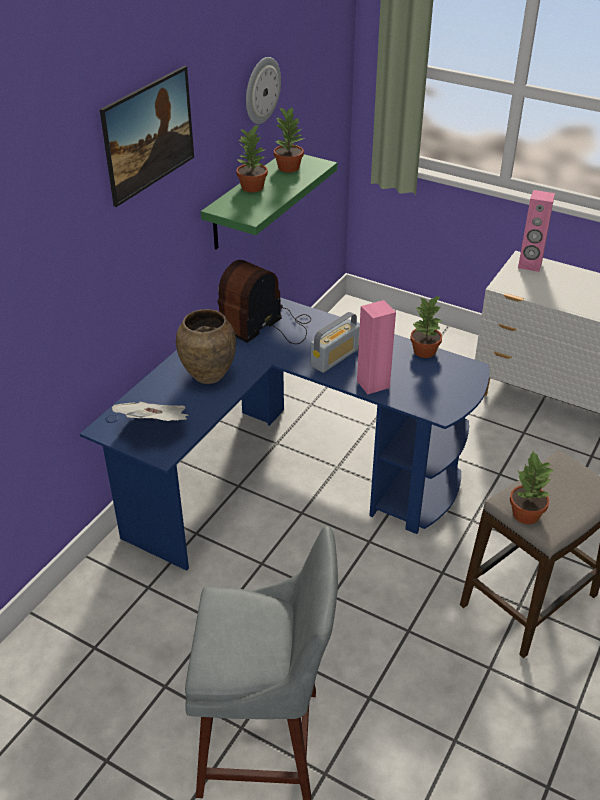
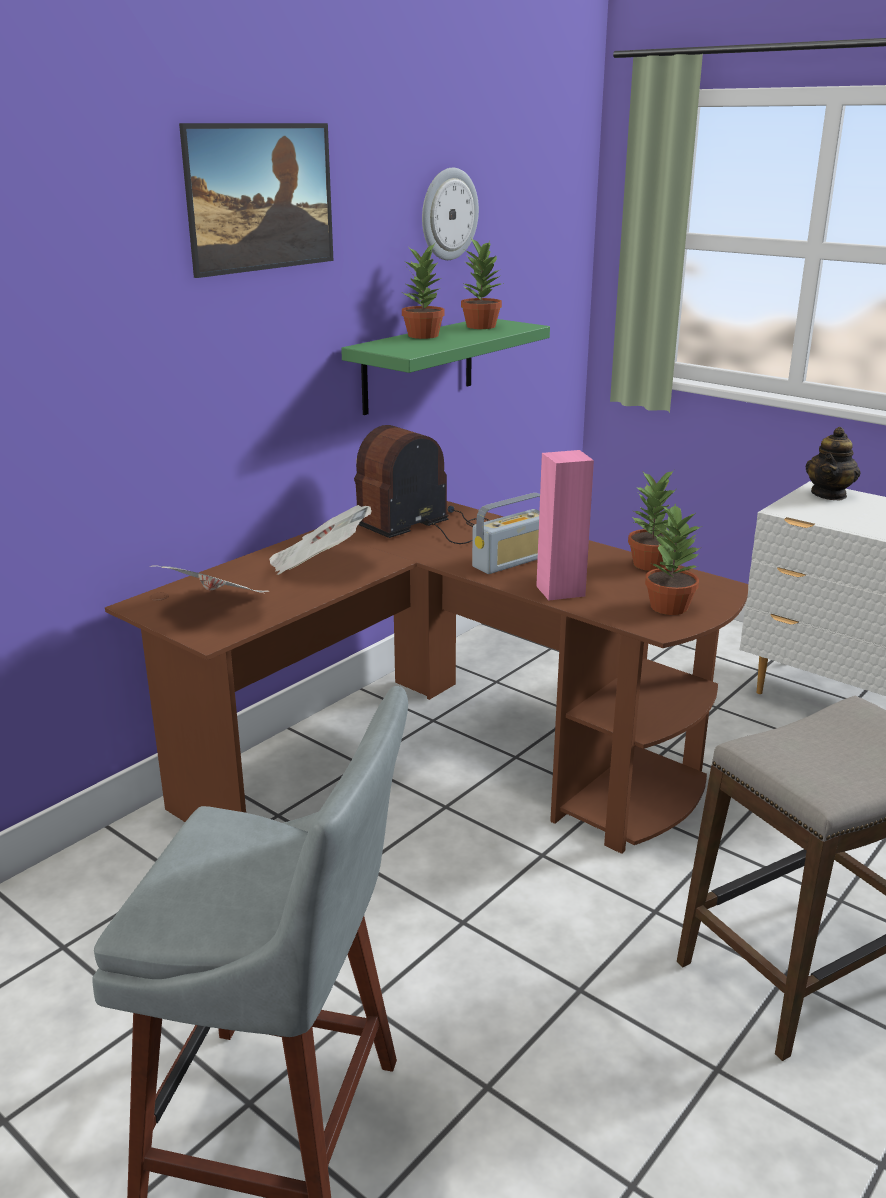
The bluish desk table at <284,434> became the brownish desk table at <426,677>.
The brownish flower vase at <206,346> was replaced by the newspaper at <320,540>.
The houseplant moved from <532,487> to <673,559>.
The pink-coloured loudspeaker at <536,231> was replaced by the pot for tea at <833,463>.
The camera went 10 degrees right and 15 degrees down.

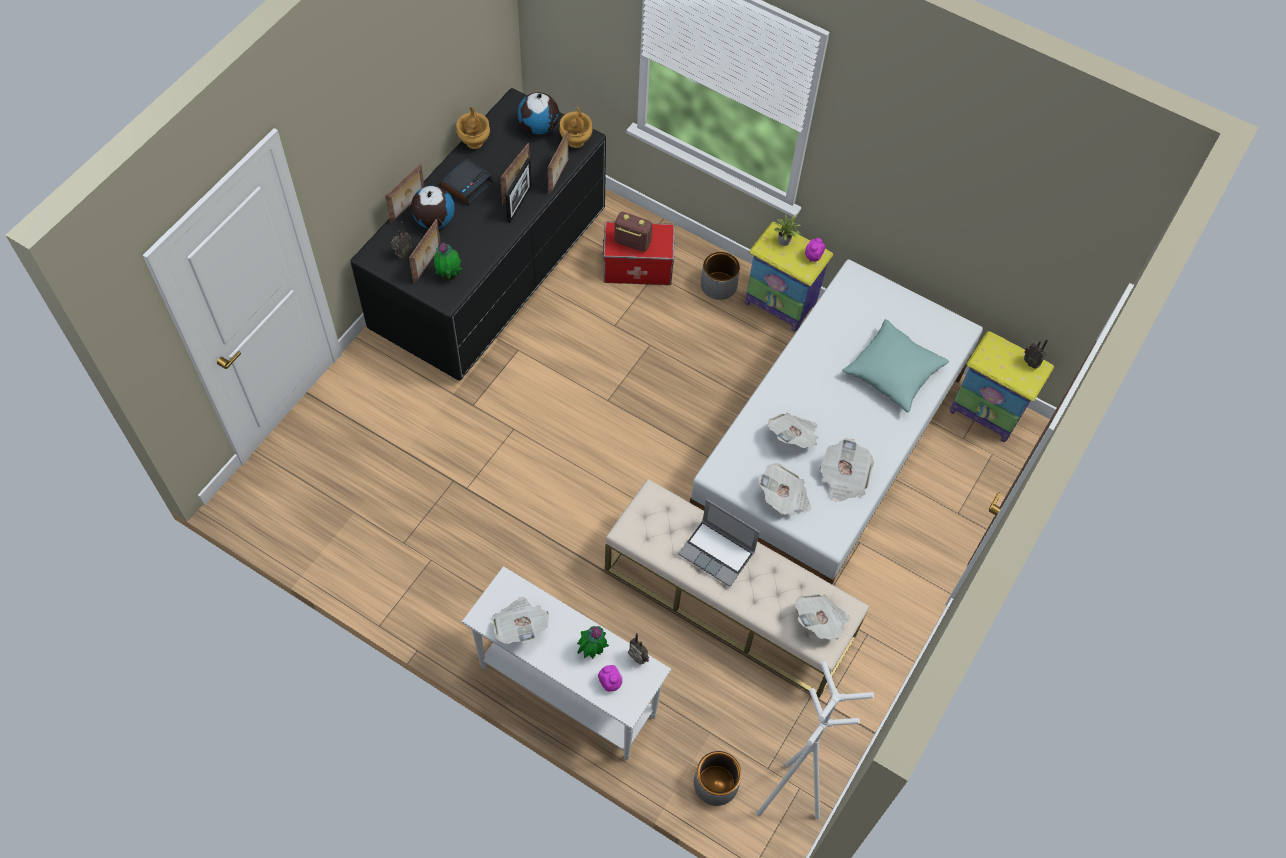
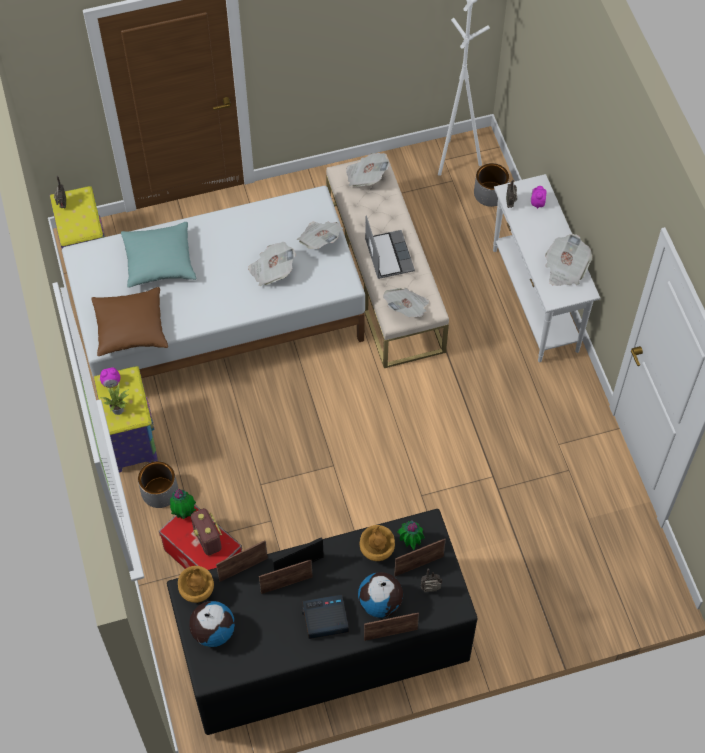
The brownish flower vase moved from <473,128> to <377,543>.
The houseplant moved from <593,642> to <183,504>.
The newspaper moved from <847,470> to <406,302>.
The brownish cushion at <129,321> appeared.
The camera went 135 degrees left and 0 degrees up.

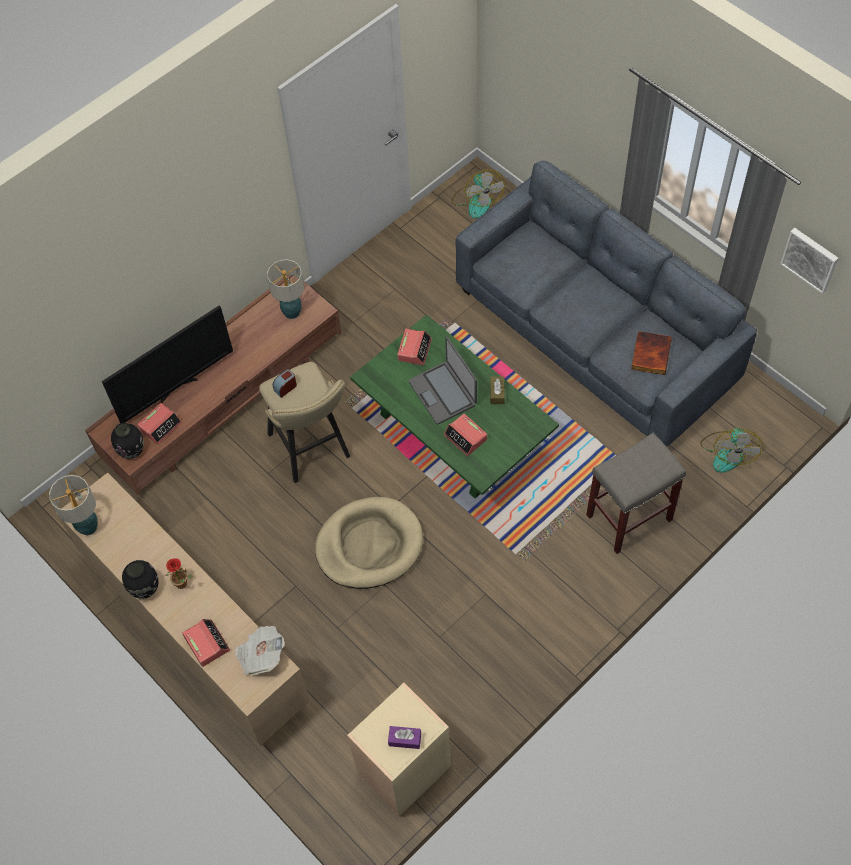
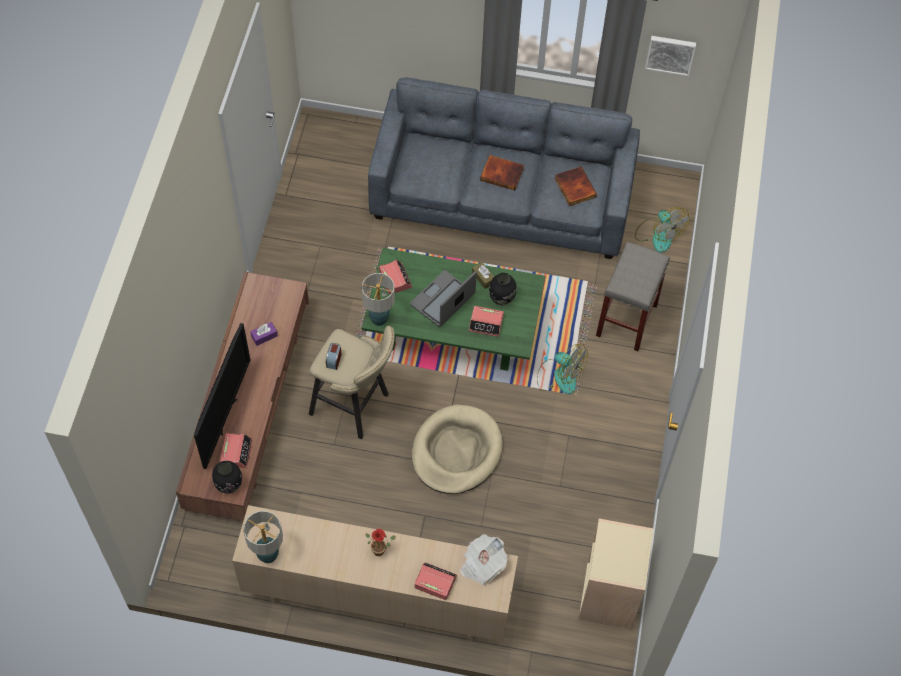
The black-coloured flower vase moved from <140,579> to <503,289>.
The tabletop lamp moved from <285,289> to <378,299>.
The purple tissue holder moved from <404,737> to <264,334>.
The laptop at <443,381> turned 105 degrees clockwise.
The fan moved from <478,194> to <562,369>.
The book at <502,173> appeared.
The camera went 40 degrees left and 0 degrees up.

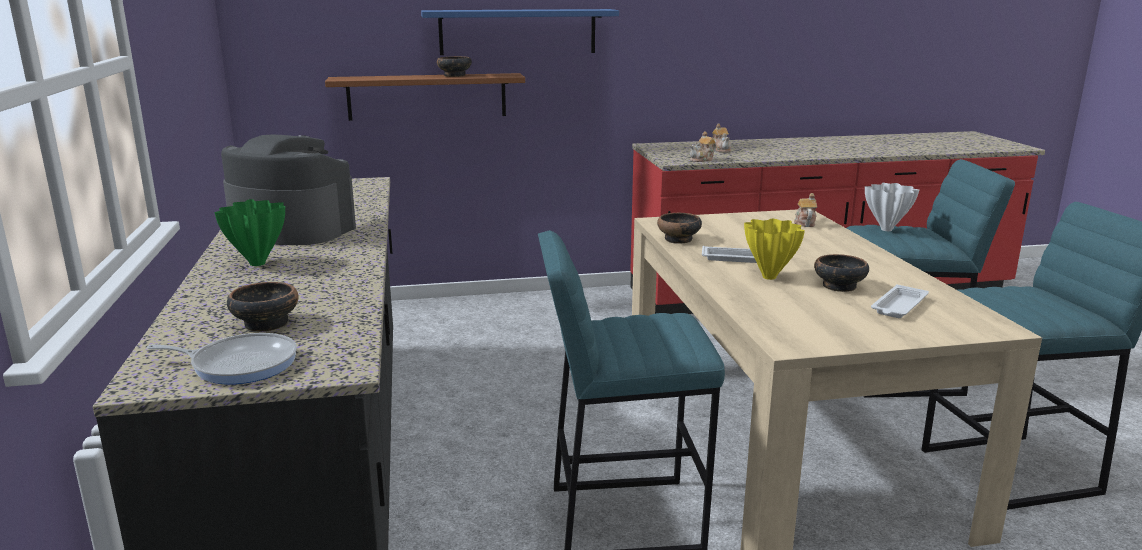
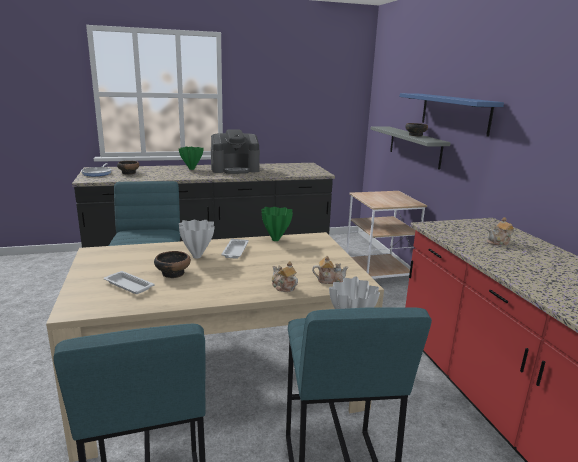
The coffee machine at <288,190> turned 60 degrees clockwise.
The brownish shelf at <425,97> became the grey shelf at <410,148>.
The bowl at <679,228> was replaced by the green flower vase at <277,224>.
The pot for tea moved from <703,147> to <285,276>.
The yellow-coloured flower vase at <774,249> became the white flower vase at <197,239>.
The beige-coloured trolley at <386,235> appeared.
The camera went 85 degrees right and 0 degrees up.

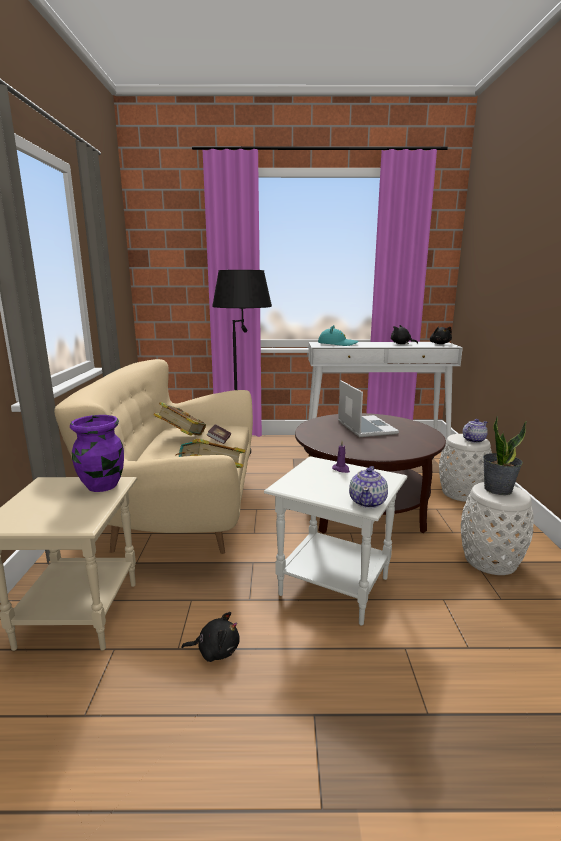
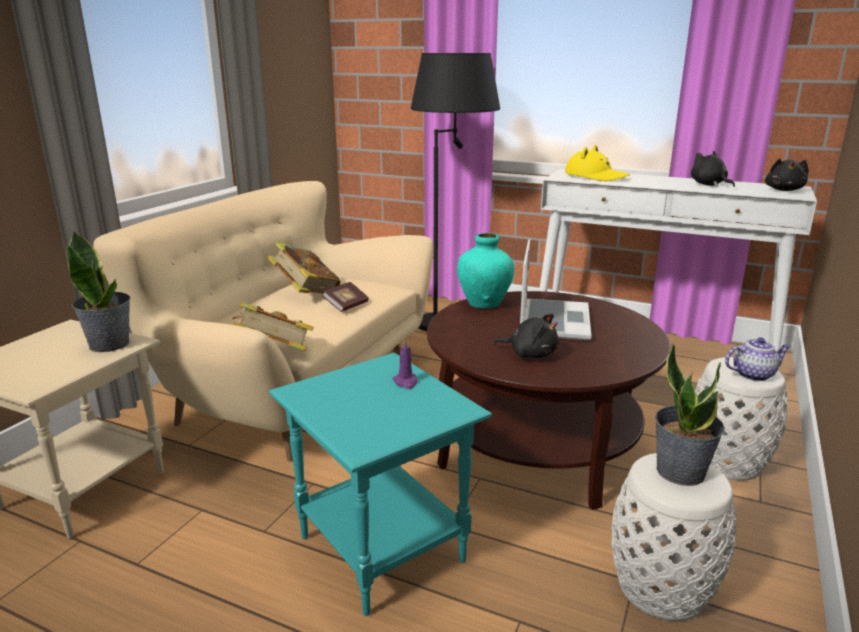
The purple flower vase at <97,453> was replaced by the houseplant at <98,291>.
The black-coloured plush toy moved from <210,637> to <526,336>.
The white side table at <335,540> became the turquoise-coloured side table at <380,484>.
The turquoise-coloured wearable hat at <338,335> became the yellow-coloured wearable hat at <597,163>.
The pot for tea at <368,487> disappeared.
The turquoise-coloured flower vase at <485,270> appeared.
The camera went 25 degrees right and 5 degrees up.

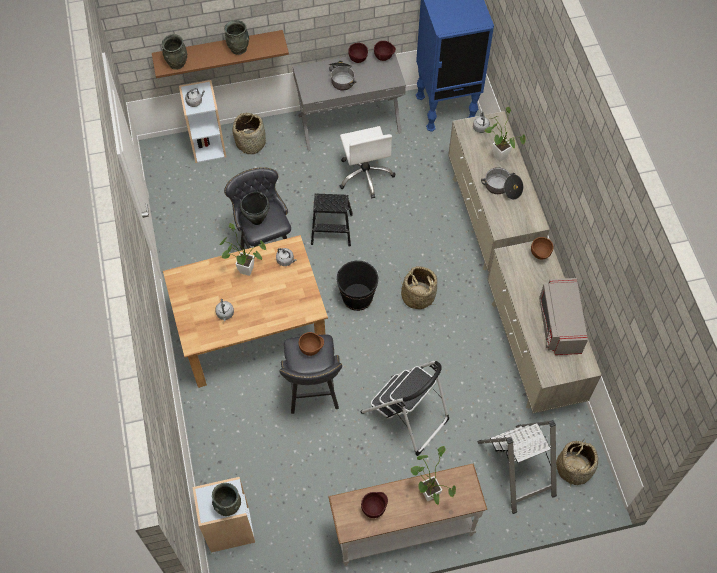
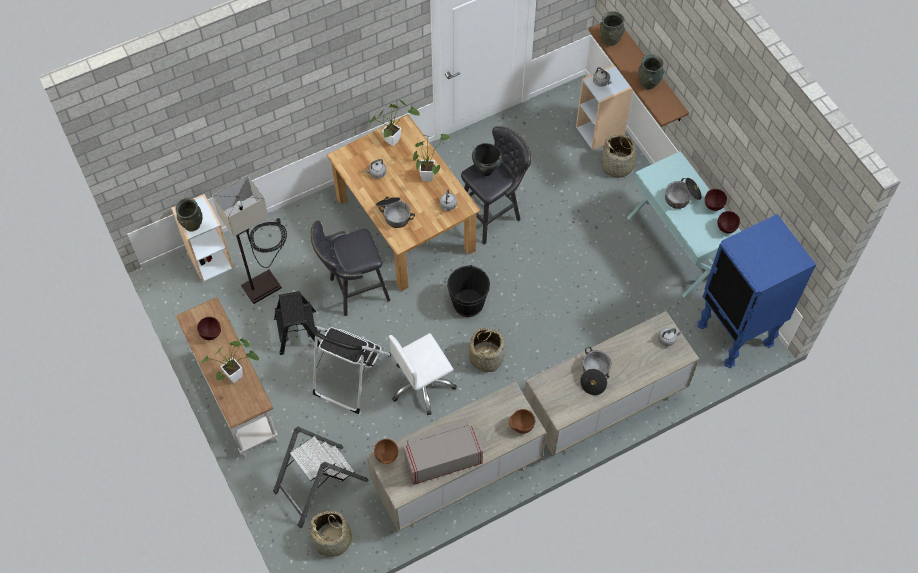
The grey desk table at <349,101> became the turquoise-coloured desk table at <684,224>.
The brownish bowl moved from <311,344> to <386,451>.
The black-coloured step stool moved from <332,219> to <297,323>.
The white desk chair moved from <367,162> to <423,374>.
The houseplant moved from <505,134> to <395,123>.
The standard lamp at <249,240> appeared.
The cooking pot at <395,212> appeared.
The camera went 75 degrees right and 0 degrees up.

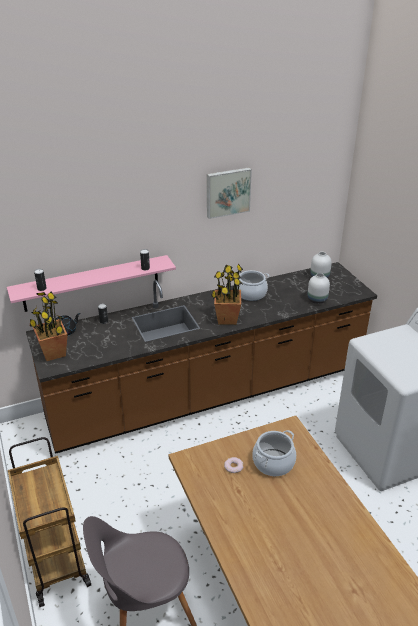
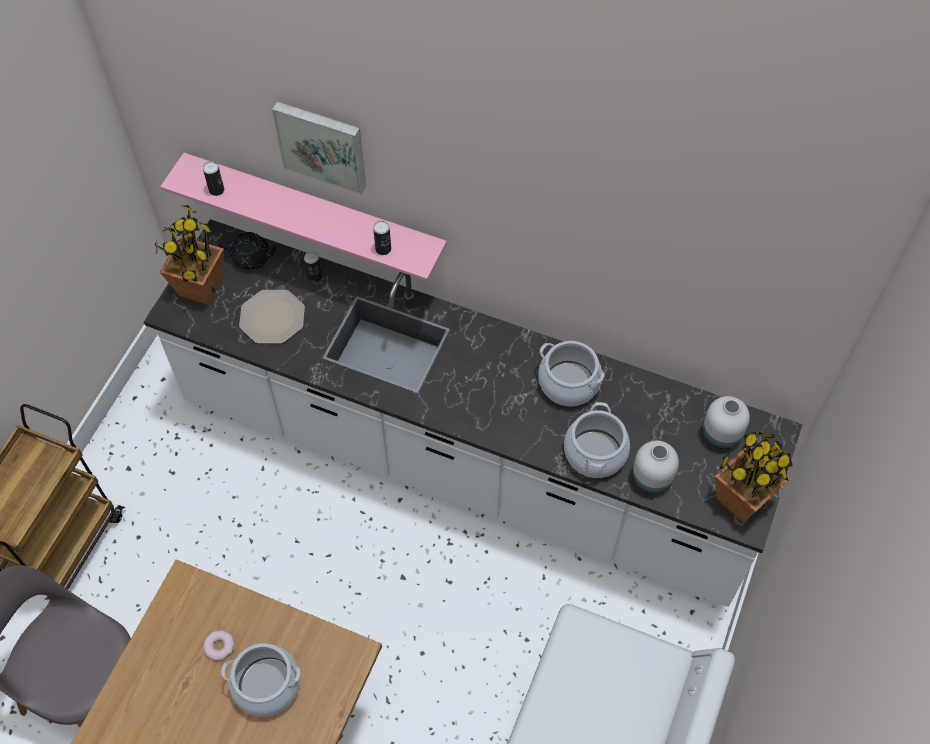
The brownish kitchen base unit at <201,358> became the white kitchen base unit at <473,413>.
The wall art moved from <229,193> to <319,148>.
The houseplant moved from <227,294> to <754,477>.
The plate at <272,317> appeared.
The cooking pot at <597,440> appeared.
The camera went 45 degrees right and 25 degrees up.

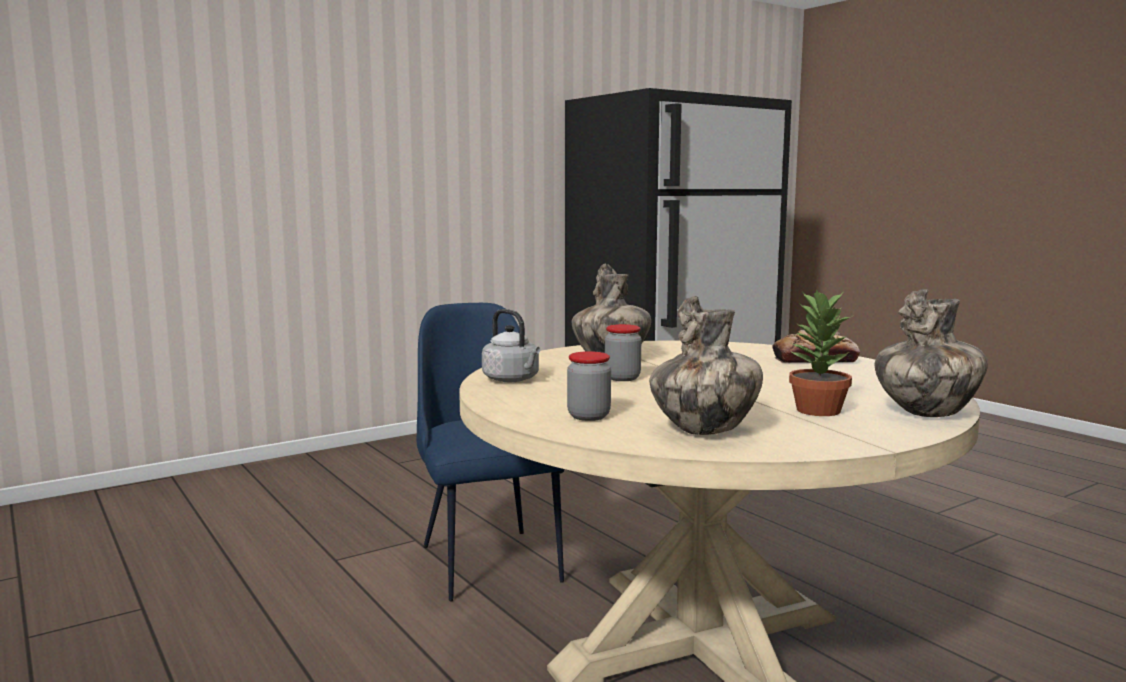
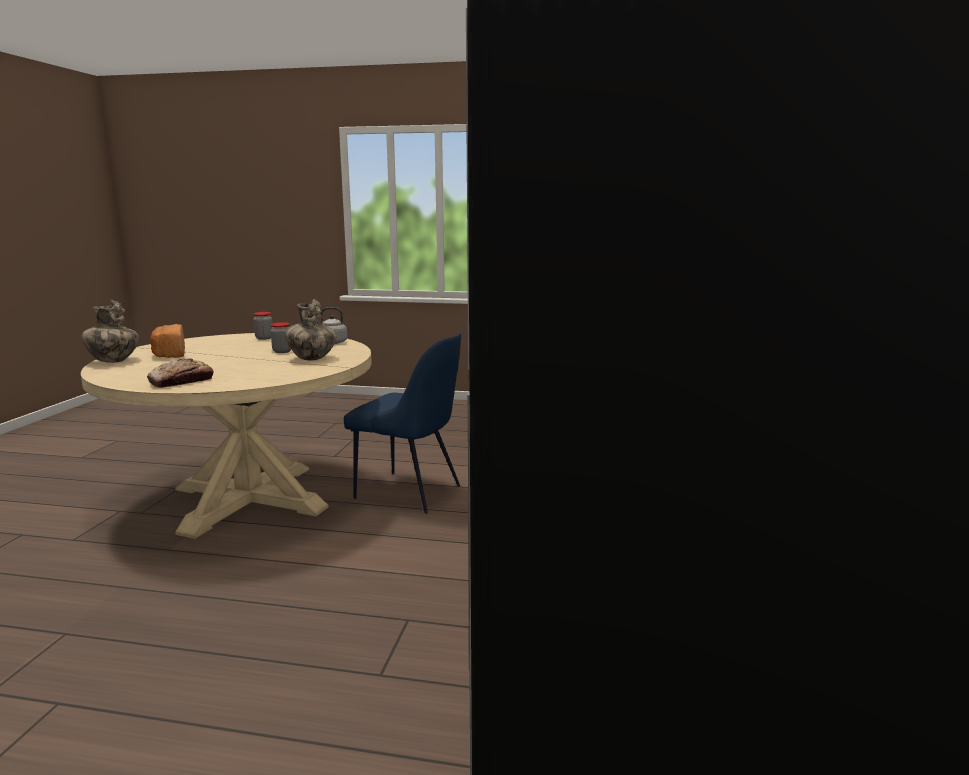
The flower vase at <706,365> disappeared.
The houseplant at <820,352> was replaced by the baked bread at <167,341>.
The camera went 135 degrees right and 5 degrees up.

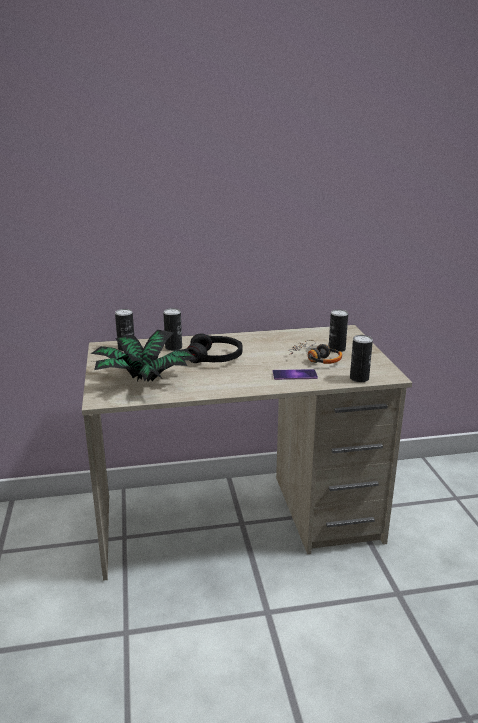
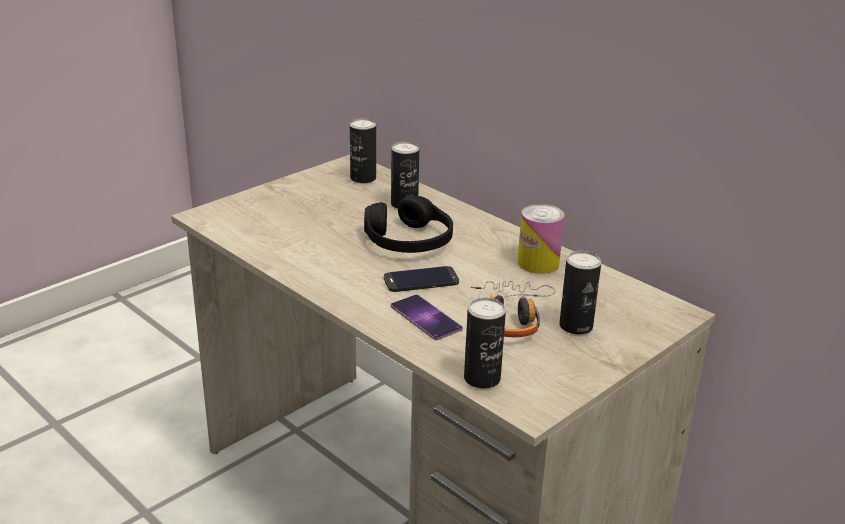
The houseplant at <143,356> disappeared.
The handset at <421,279> appeared.
The sealed can at <541,239> appeared.
The camera went 55 degrees right and 5 degrees up.

